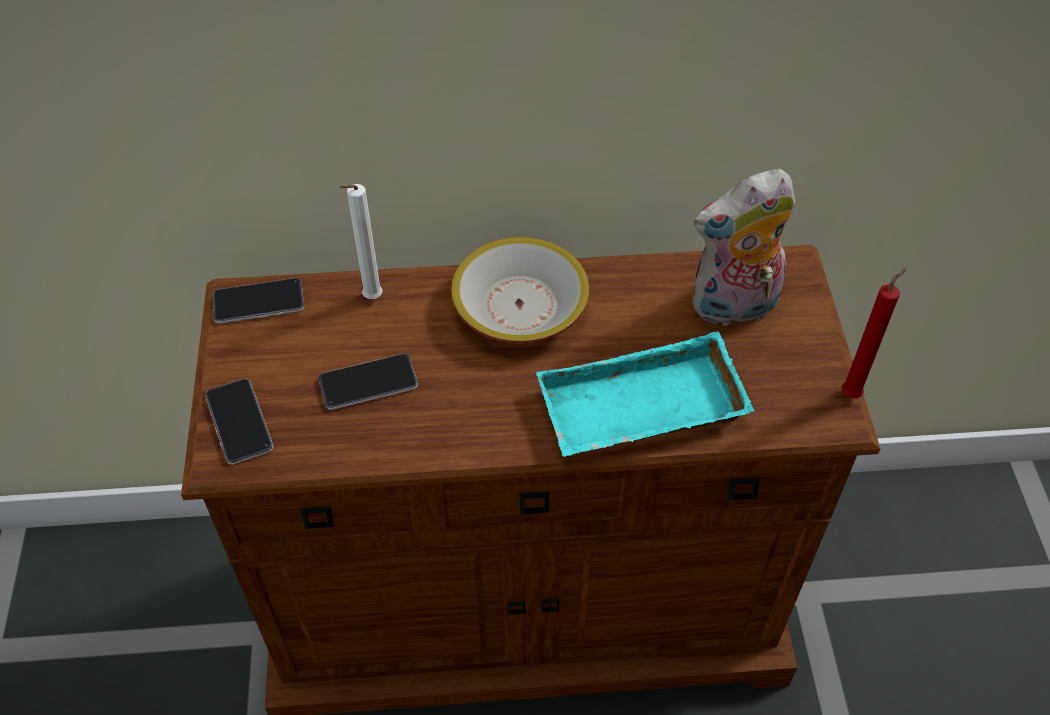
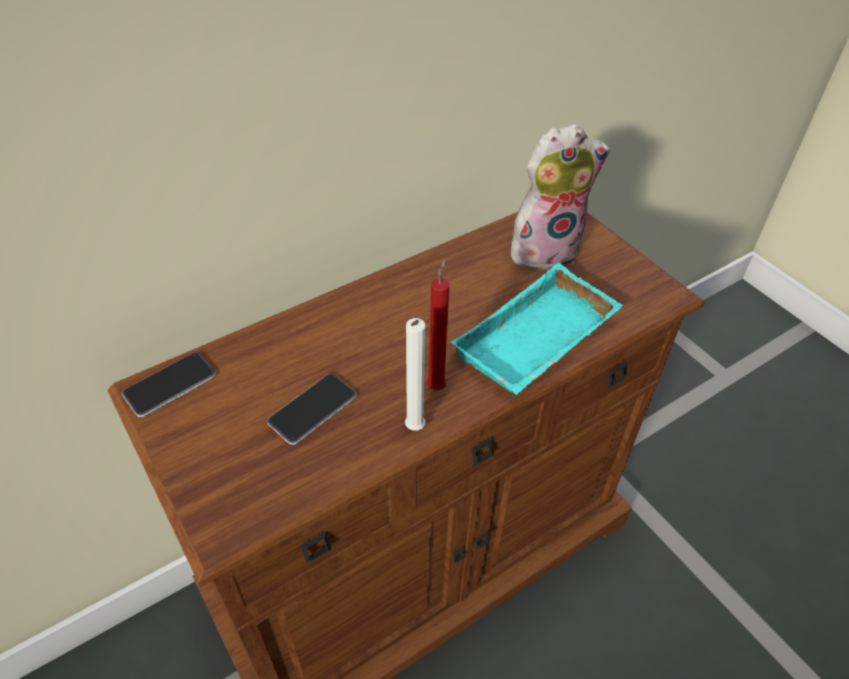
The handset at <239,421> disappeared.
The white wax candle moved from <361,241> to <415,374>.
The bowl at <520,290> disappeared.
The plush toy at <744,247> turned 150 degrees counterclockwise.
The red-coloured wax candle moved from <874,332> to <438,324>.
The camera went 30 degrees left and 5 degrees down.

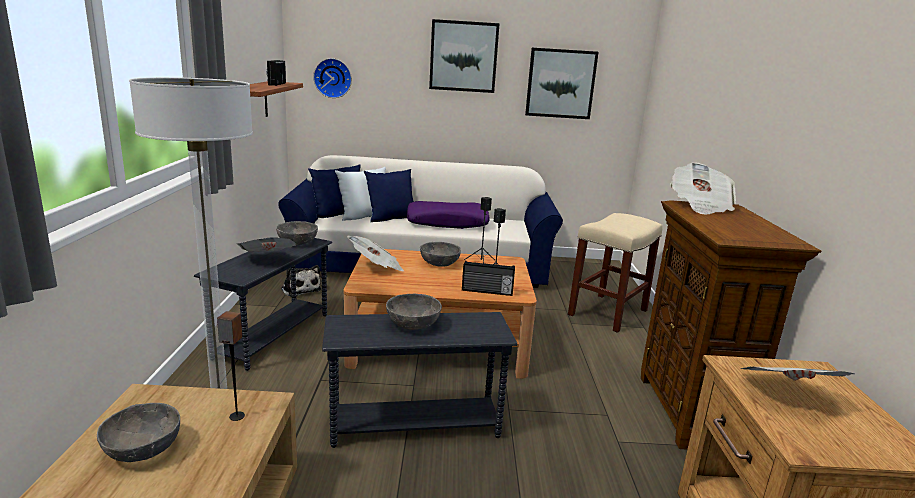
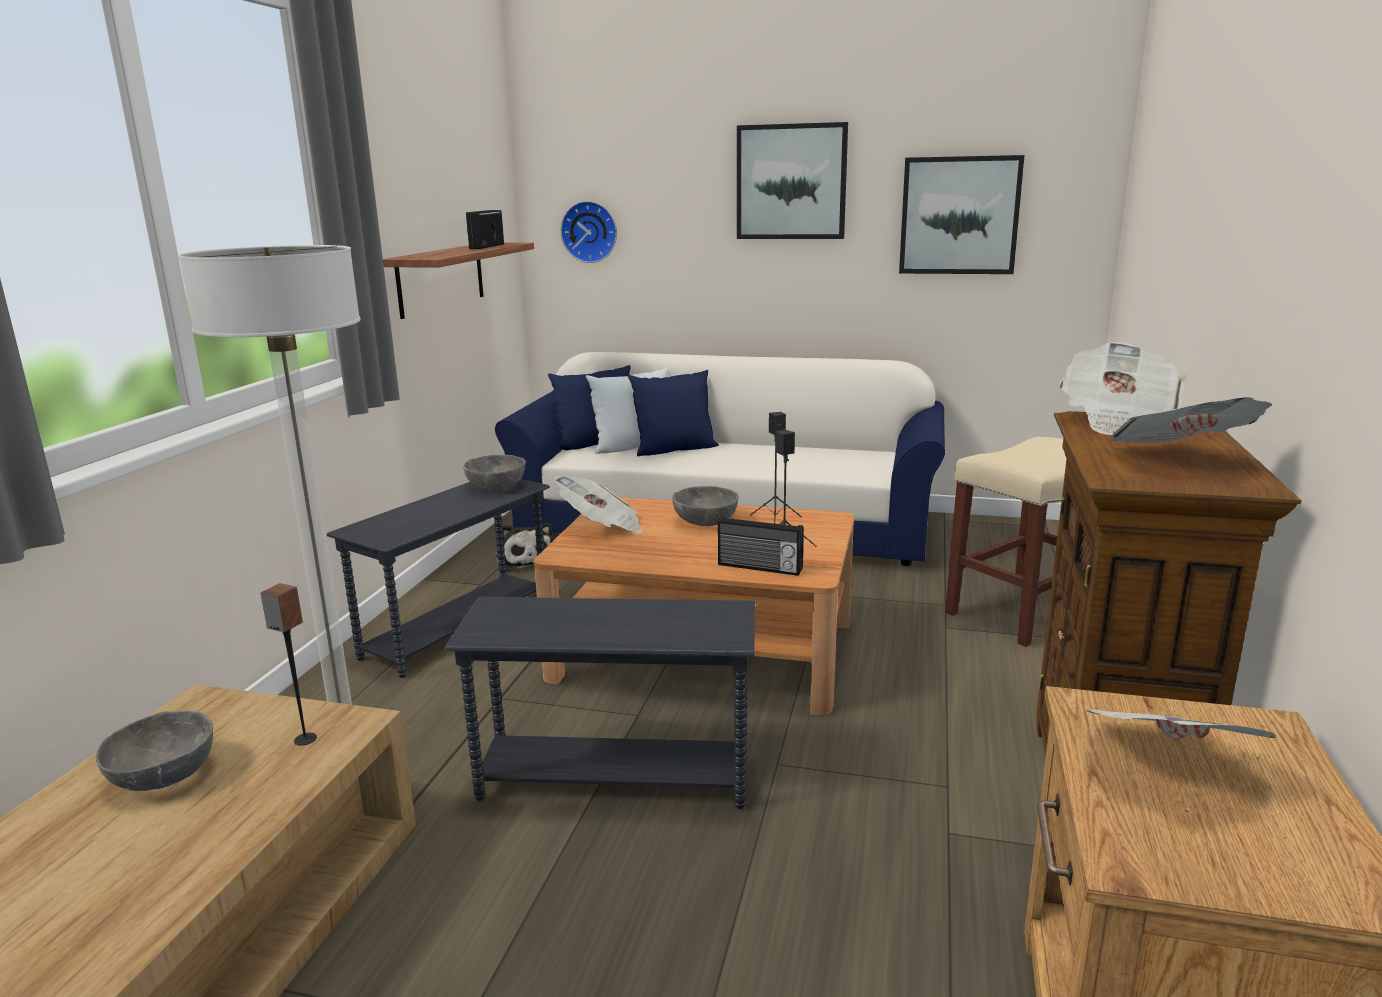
The newspaper moved from <267,244> to <1190,420>.
The grey bowl at <414,312> disappeared.
The purple cushion at <448,215> disappeared.
The camera went 15 degrees right and 0 degrees up.

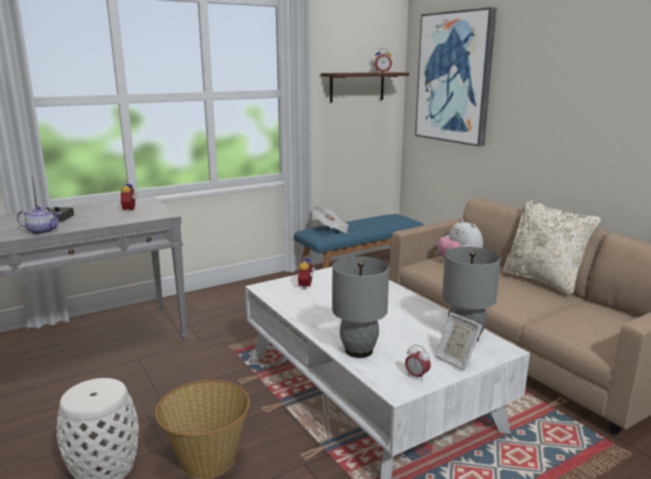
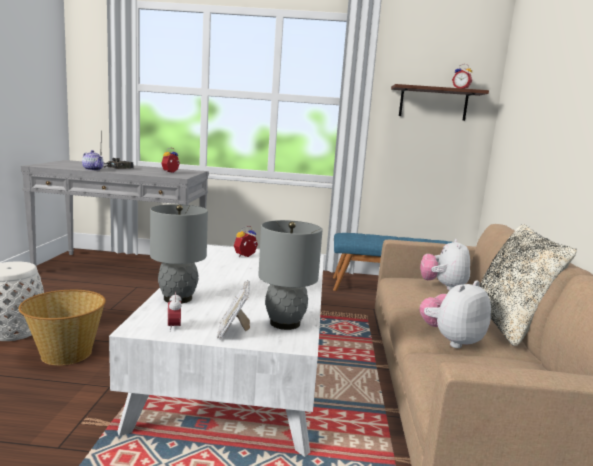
The newspaper at <331,219> disappeared.
The wall art at <456,77> disappeared.
The plush toy at <455,314> appeared.
The camera went 35 degrees right and 5 degrees down.

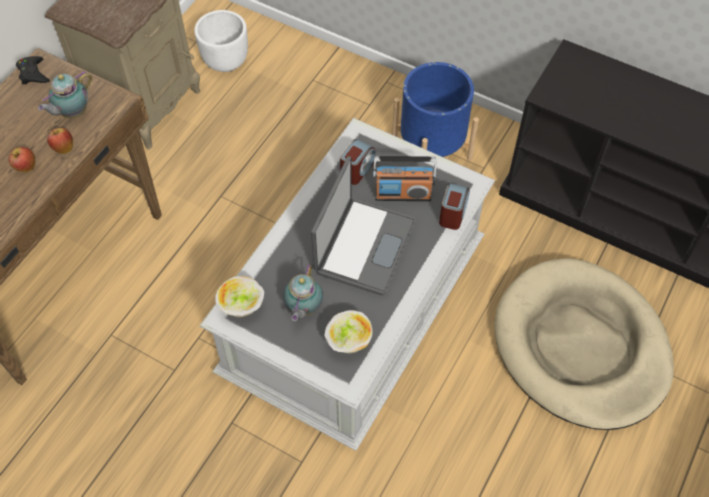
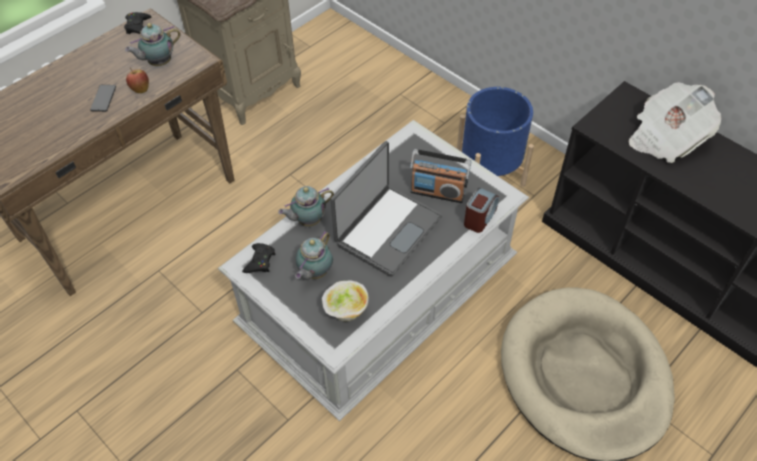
The whole apple at <22,159> was replaced by the handset at <103,98>.
The white planter at <221,41> disappeared.
The bowl at <239,296> was replaced by the black-coloured game controller at <258,258>.
The bedside clock at <358,162> disappeared.
The pot for tea at <306,206> appeared.
The newspaper at <674,122> appeared.
The camera went 15 degrees right and 5 degrees down.

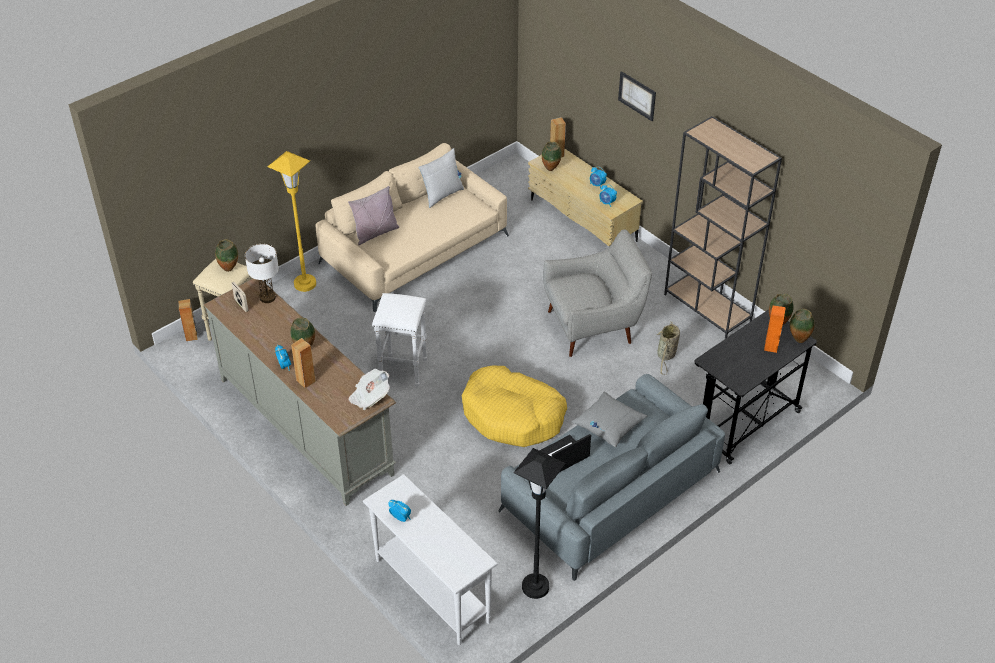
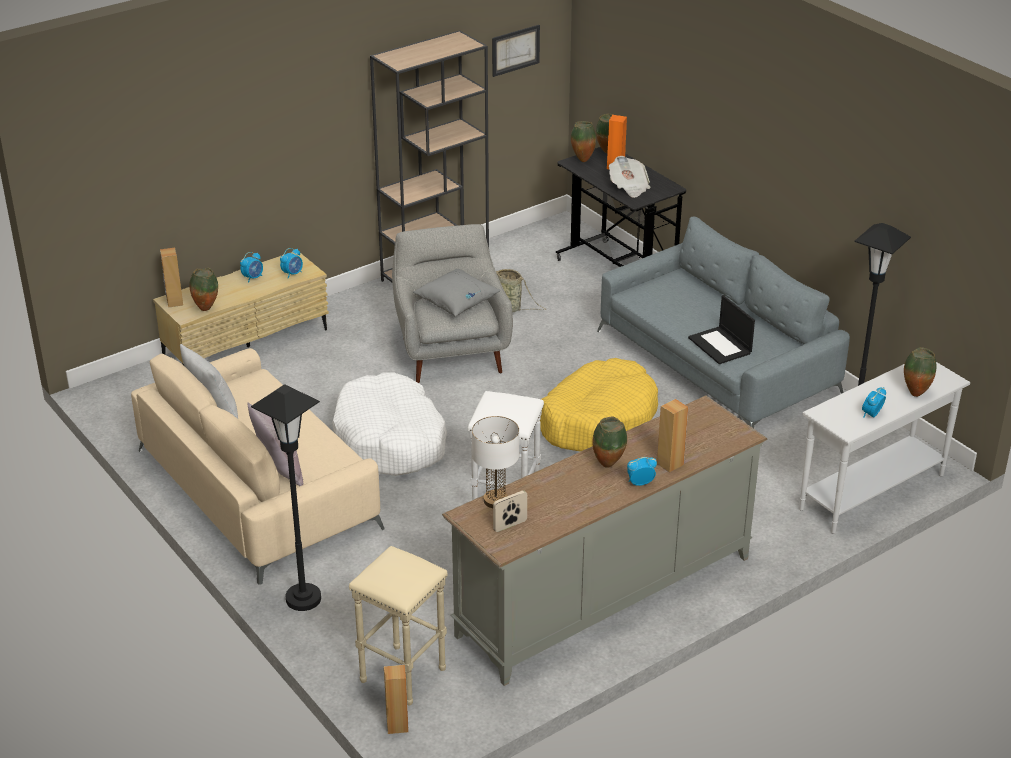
The flower vase moved from <226,255> to <920,372>.
The yellow-coloured standard lamp at <292,221> became the black-coloured standard lamp at <286,497>.
The newspaper moved from <369,389> to <630,177>.
The grey cushion moved from <609,419> to <457,293>.
The wall art moved from <637,96> to <516,51>.
The white dog bed at <389,424> appeared.
The camera went 85 degrees left and 10 degrees down.

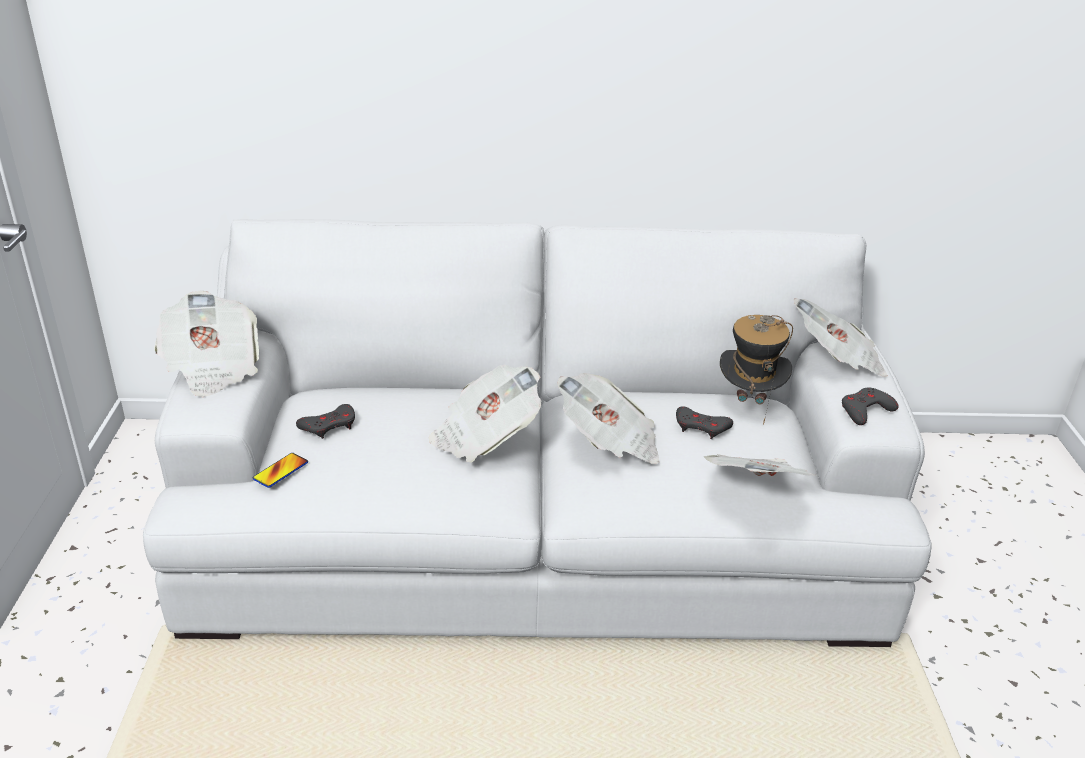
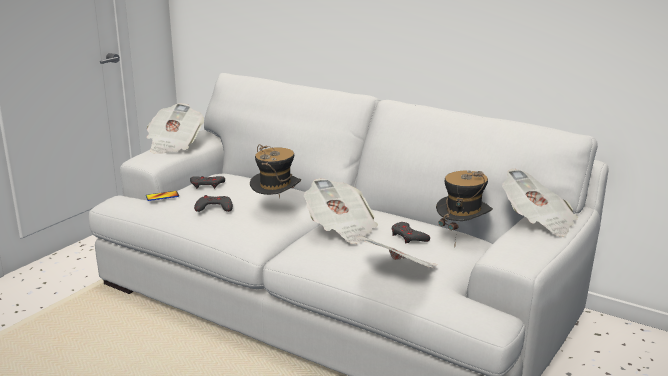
The newspaper at <485,413> was replaced by the wearable hat at <275,172>.
The grey game controller moved from <870,406> to <213,203>.
The camera went 35 degrees right and 10 degrees down.

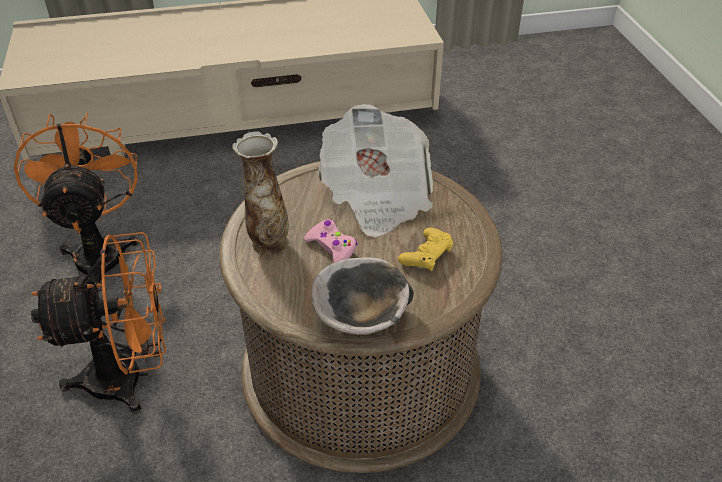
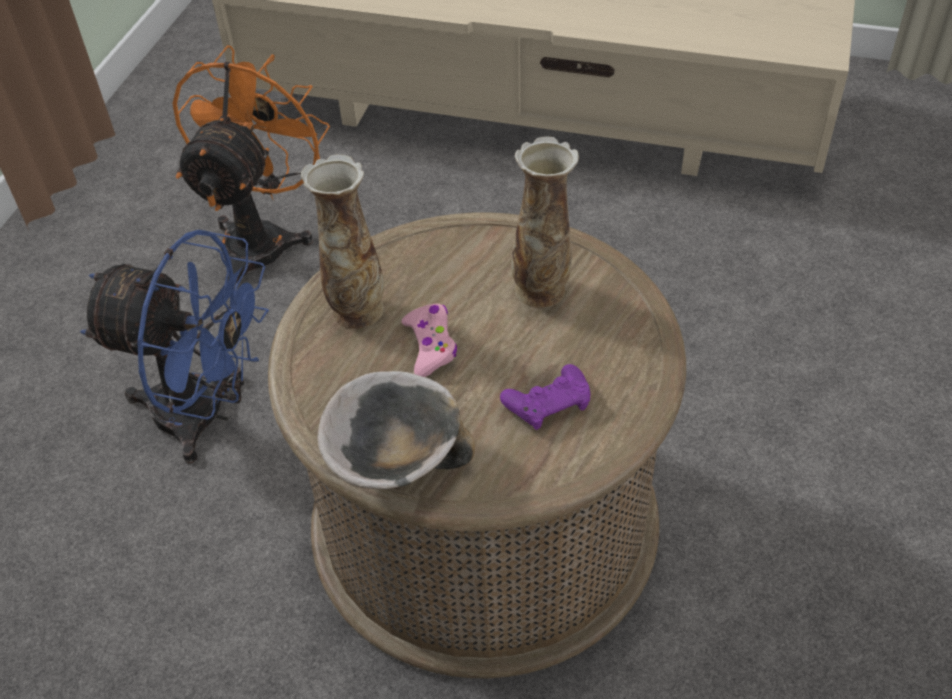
The orange fan at <98,323> became the bluish fan at <174,346>.
The newspaper at <375,170> was replaced by the flower vase at <545,222>.
The yellow-coloured game controller at <425,249> became the purple game controller at <545,397>.
The camera went 30 degrees right and 5 degrees up.

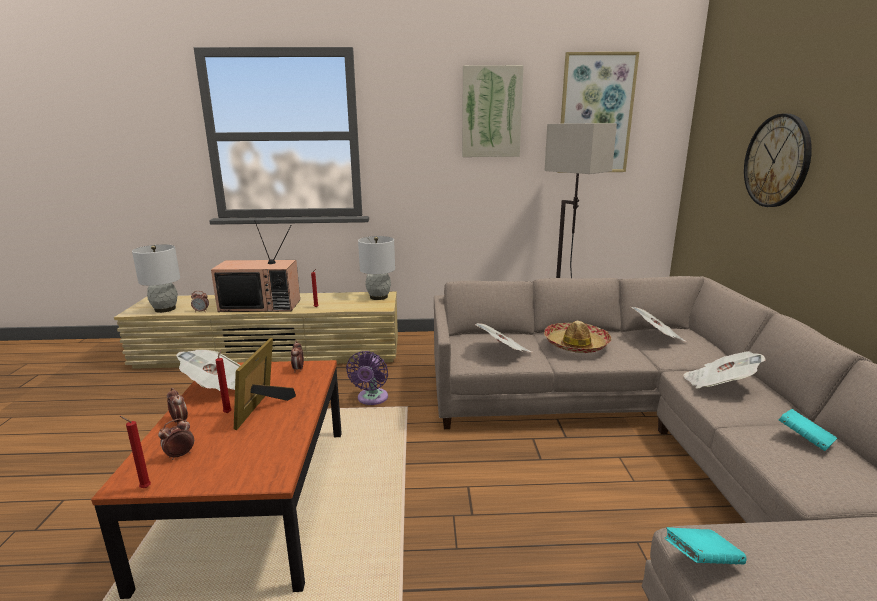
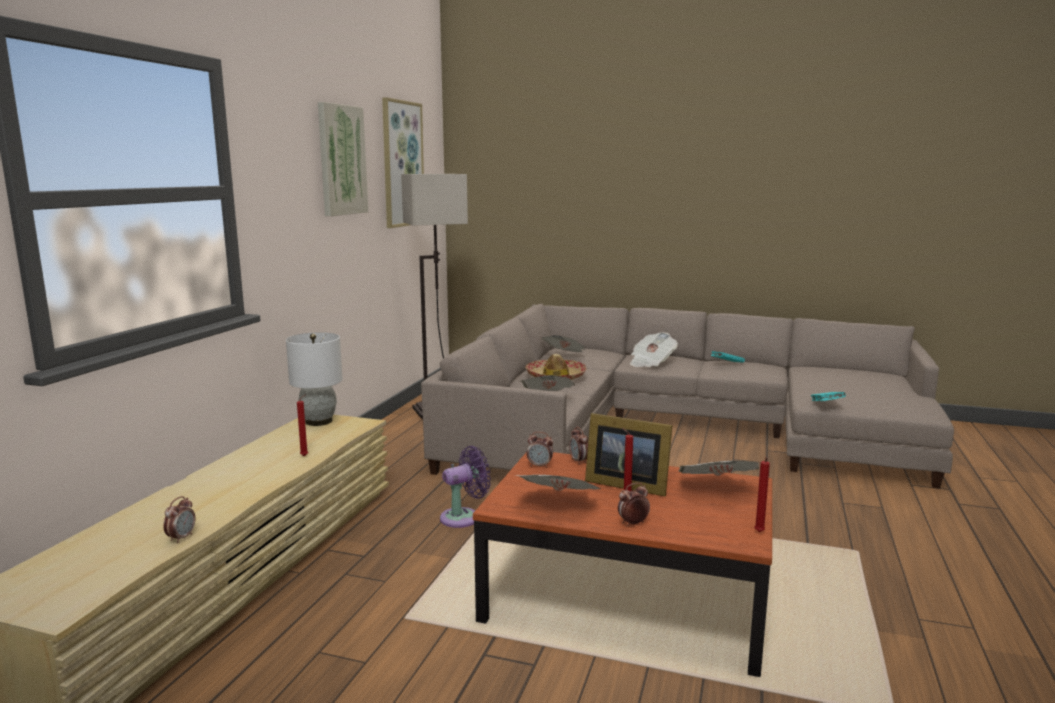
The white tabletop lamp at <156,278> disappeared.
The bedside clock moved from <176,439> to <578,446>.
The TV set at <255,266> disappeared.
The purple fan at <367,378> turned 60 degrees counterclockwise.
The wall clock at <778,160> disappeared.
The newspaper at <718,468> appeared.
The camera went 70 degrees left and 5 degrees down.

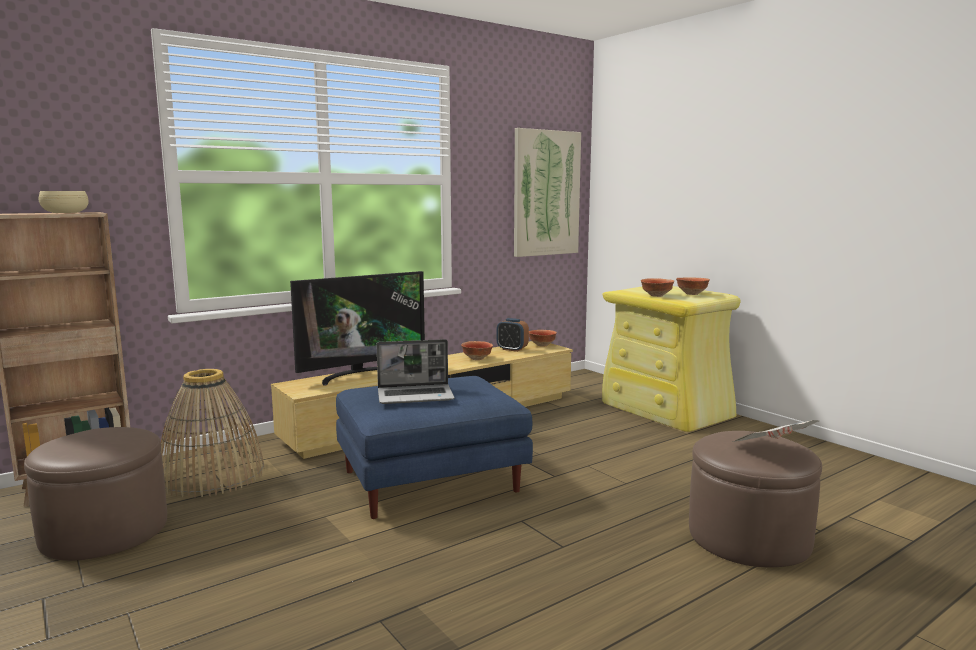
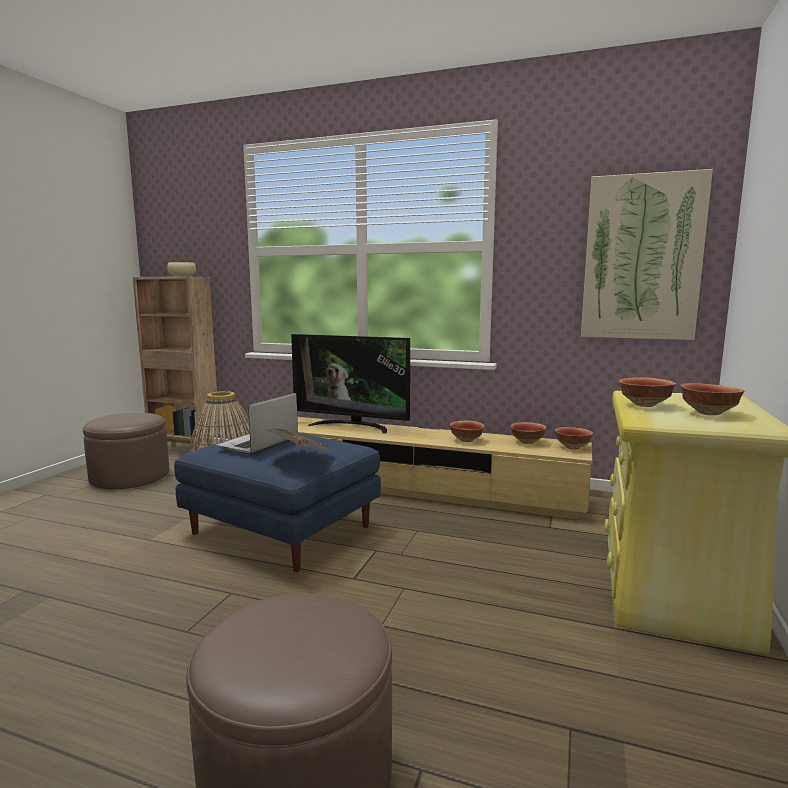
The laptop at <415,371> turned 75 degrees clockwise.
The bedside clock at <512,335> was replaced by the bowl at <528,433>.
The newspaper moved from <776,431> to <299,440>.
The camera went 55 degrees right and 0 degrees up.

